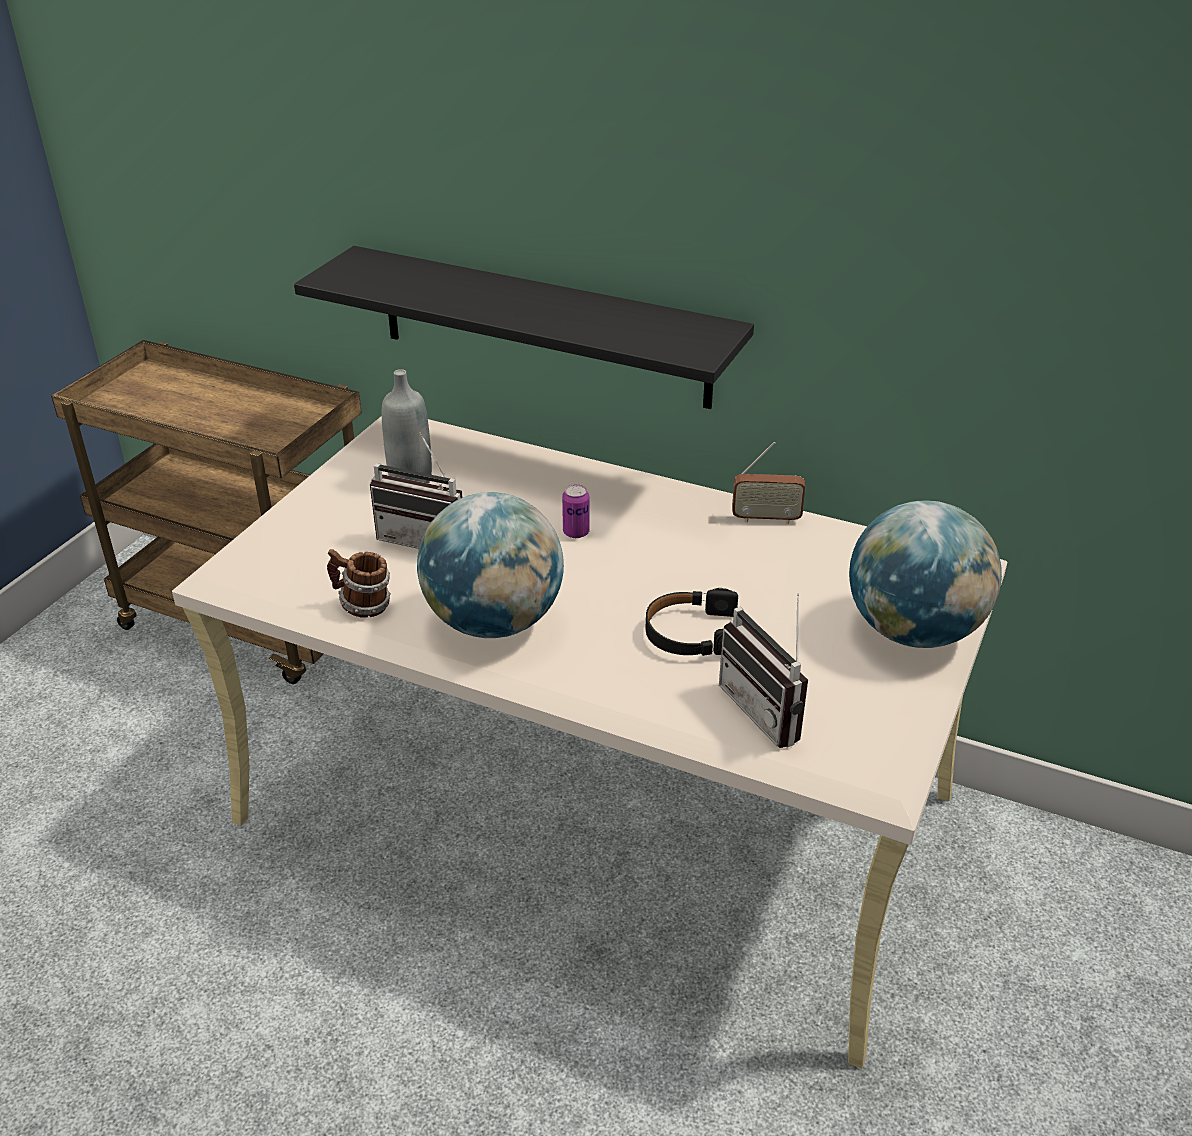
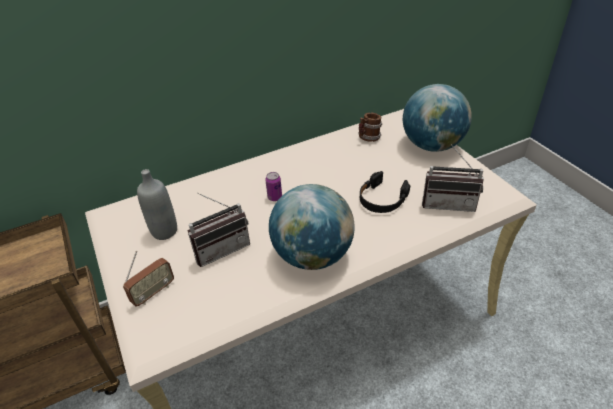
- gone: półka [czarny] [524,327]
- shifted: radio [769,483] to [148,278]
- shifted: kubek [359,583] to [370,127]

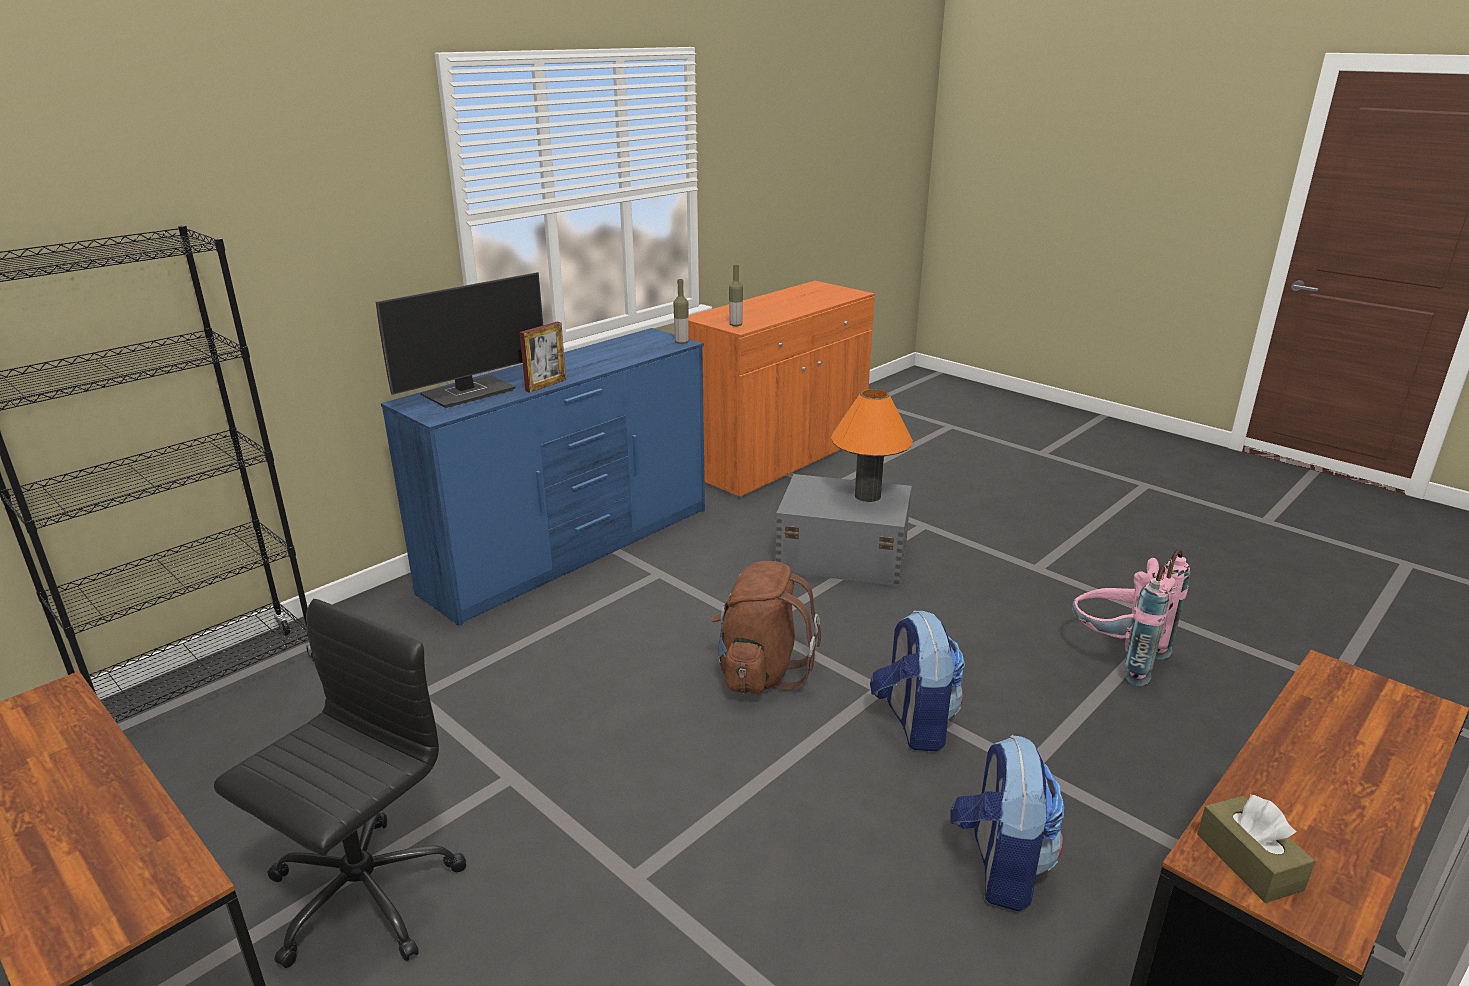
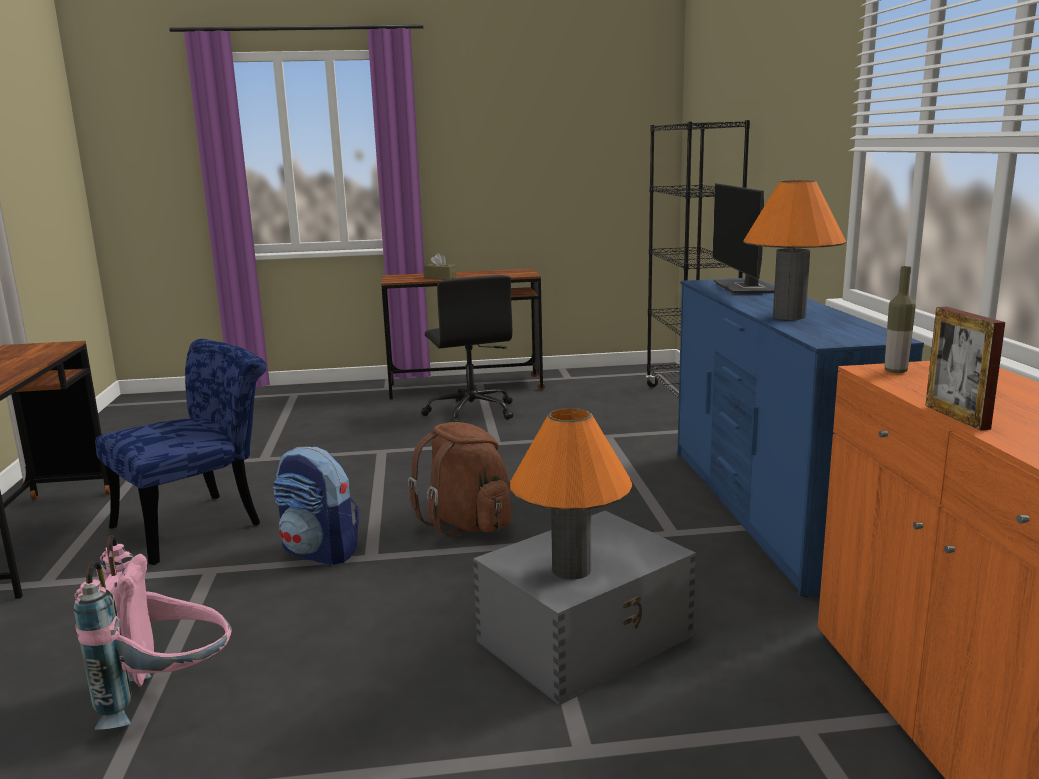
- gone: butelka [681,311]
- shifted: ramka na zdjęcie [542,357] to [965,369]
- swapped: plecak [1007,823] to krzesło [niebieski] [181,452]
- shifted: pudełko chusteczek [brązowy] [1256,848] to [439,266]
- new: lampa stołowa [pomarańczowy] [794,250]

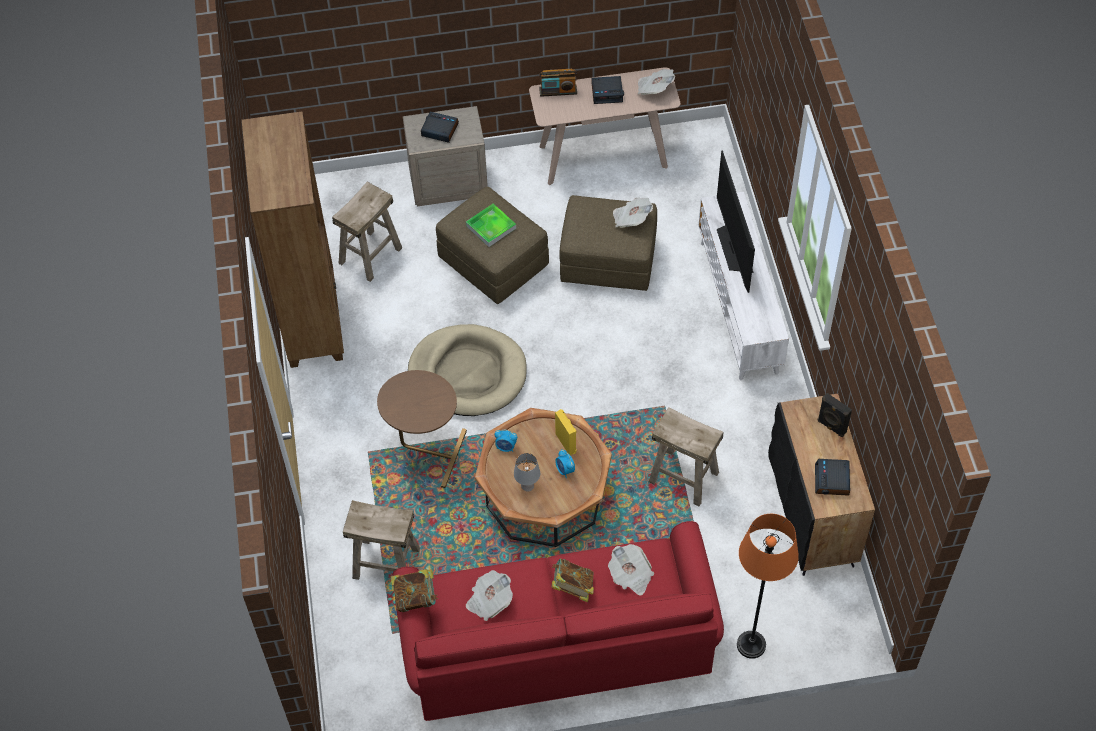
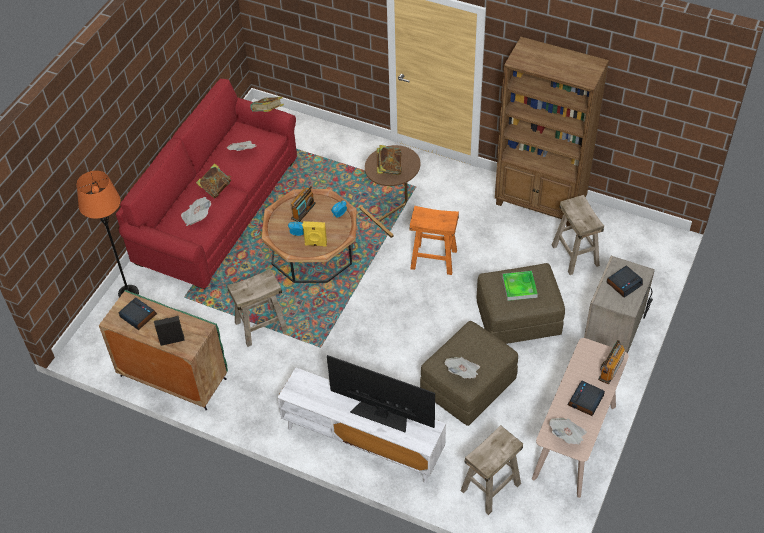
- swapped: legowisko [beżowy] [467,370] to stołek [pomarańczowy] [434,240]
- repainted: szafka [czarny] [821,485] to szafka [zielony] [163,350]
- swapped: lampa stołowa [szary] [527,472] to radio [303,204]
- shifted: stołek [beżowy] [381,540] to [491,470]
- new: książka [389,160]

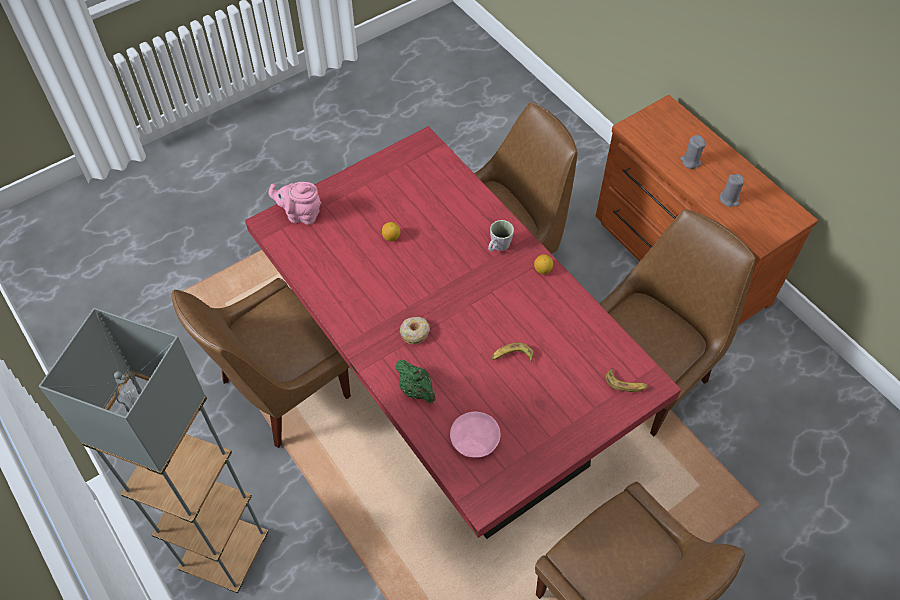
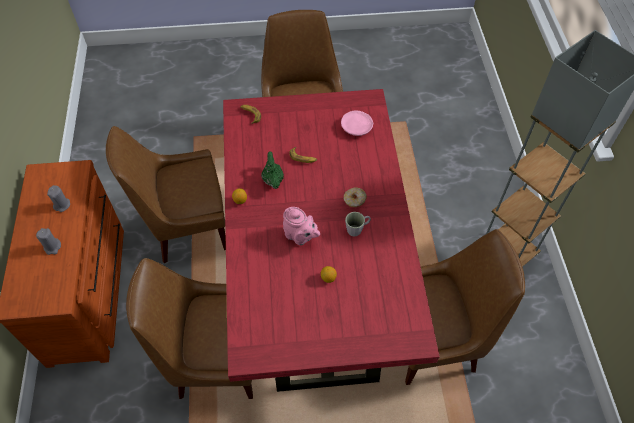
- shifted: imbryk [różowy] [294,203] to [301,226]
- shifted: kubek [szary] [501,236] to [358,224]
- shifted: imbryk [zielony] [415,381] to [272,170]

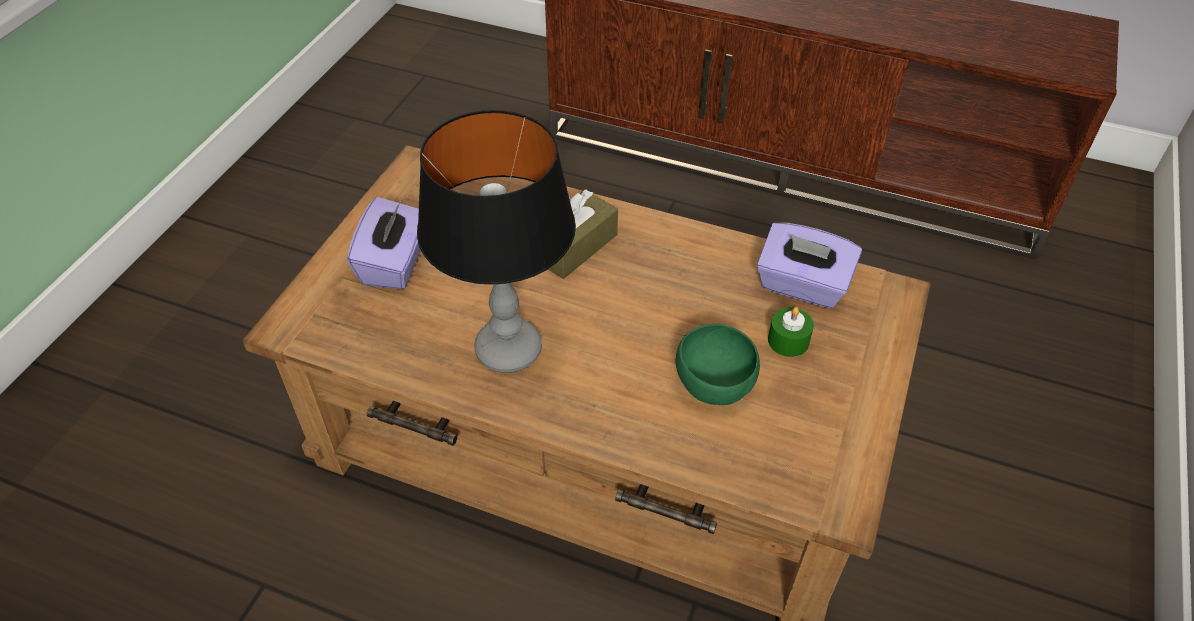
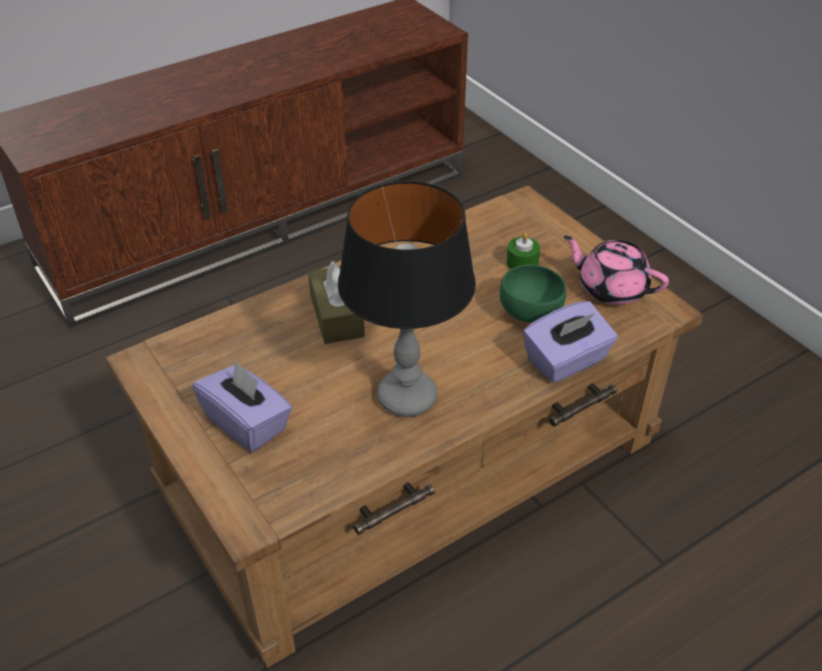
- shifted: pudełko chusteczek [fioletowy] [809,266] to [570,342]
- new: imbryk [różowy] [616,270]

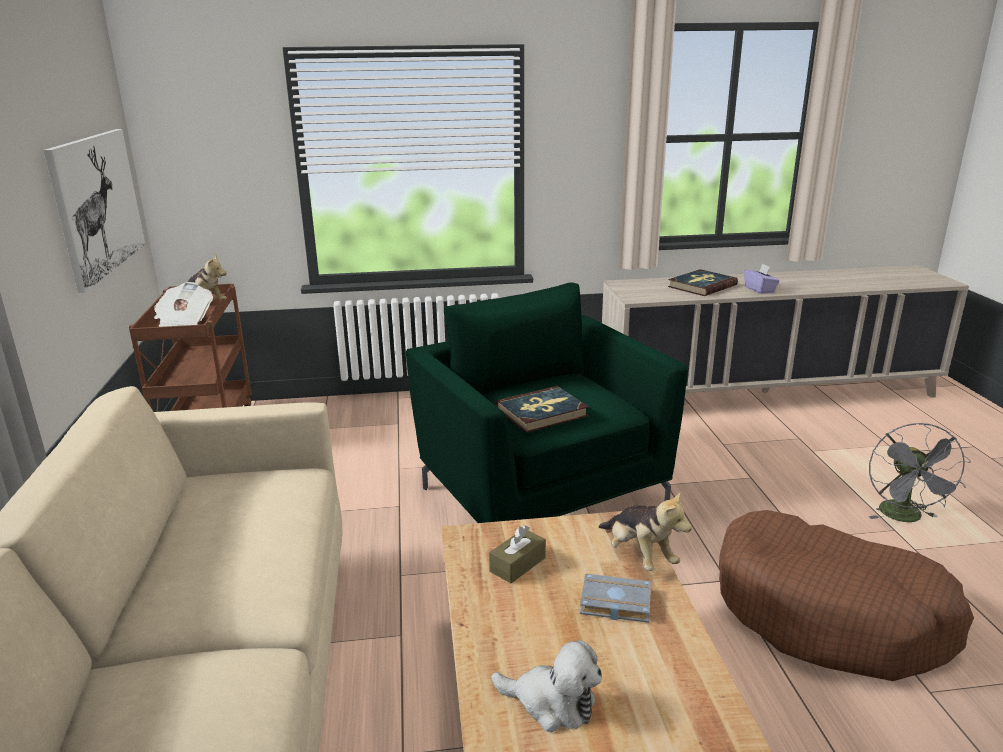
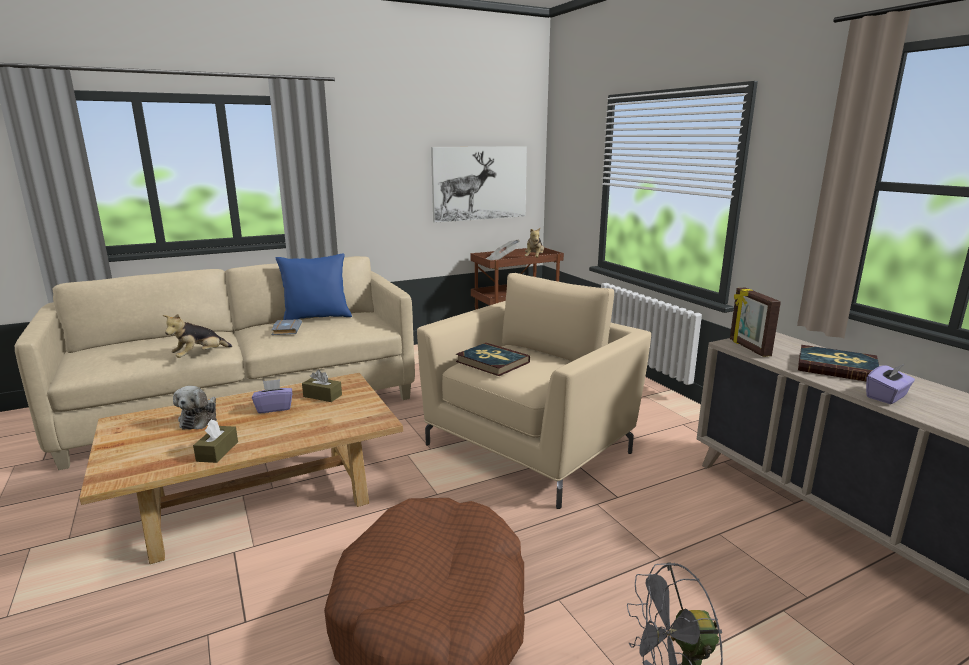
- repainted: fotel [zielony] [547,403] to fotel [beżowy] [534,391]
- shifted: pluszak [645,530] to [197,336]
- shifted: książka [szary] [615,598] to [286,327]
- new: poduszka [niebieski] [314,287]
- new: ramka na zdjęcie [755,322]
- new: pudełko chusteczek [fioletowy] [272,396]
- new: pudełko chusteczek [brązowy] [215,441]

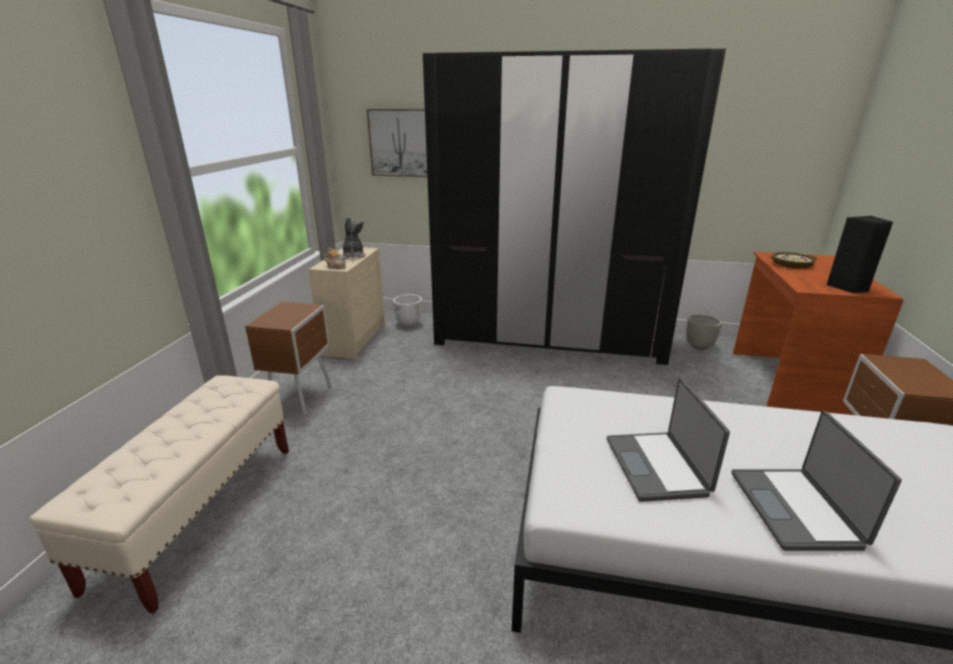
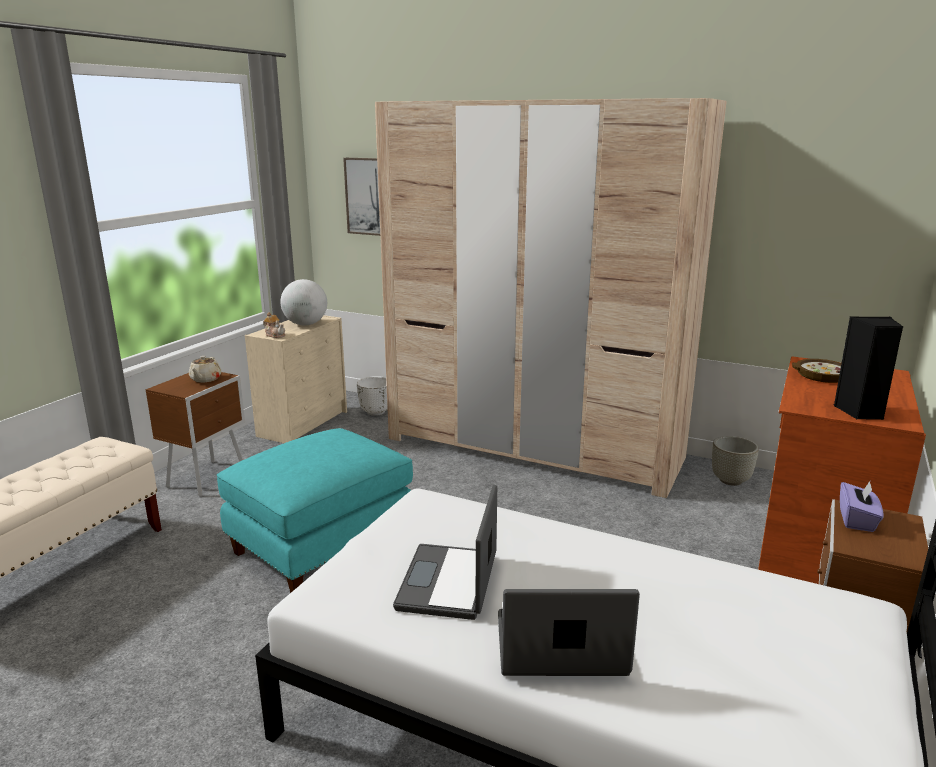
- repainted: szafa [czarny] [574,207] to szafa [beżowy] [551,298]
- swapped: pluszak [353,238] to globus [303,302]
- rotated: laptop [816,481] = [569,632] 75 degrees clockwise
- new: imbryk [beżowy] [205,369]
- new: pufa [turkusowy] [315,510]
- new: pudełko chusteczek [fioletowy] [861,506]

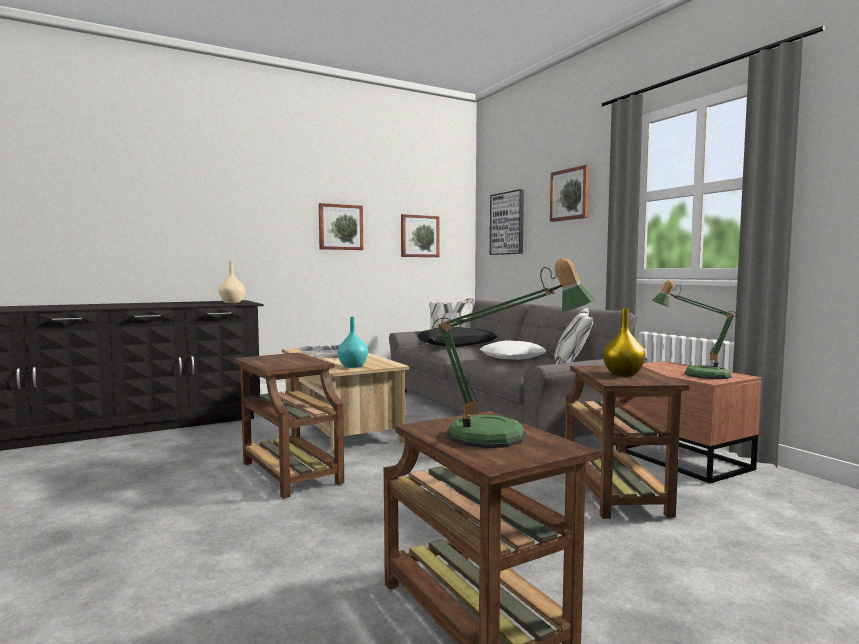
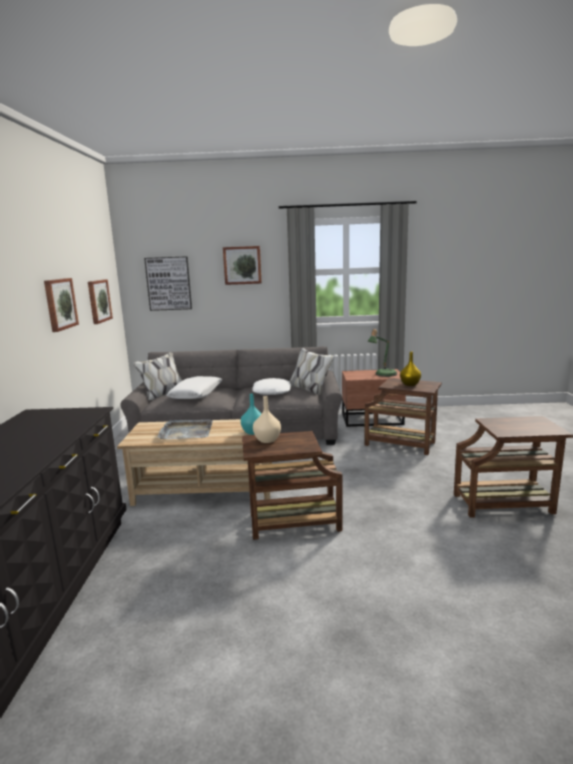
- gone: lampa stołowa [514,353]
- shifted: wazon [beżowy] [232,282] to [267,419]
- repainted: poduszka [czarny] [457,337] to poduszka [biały] [194,387]

